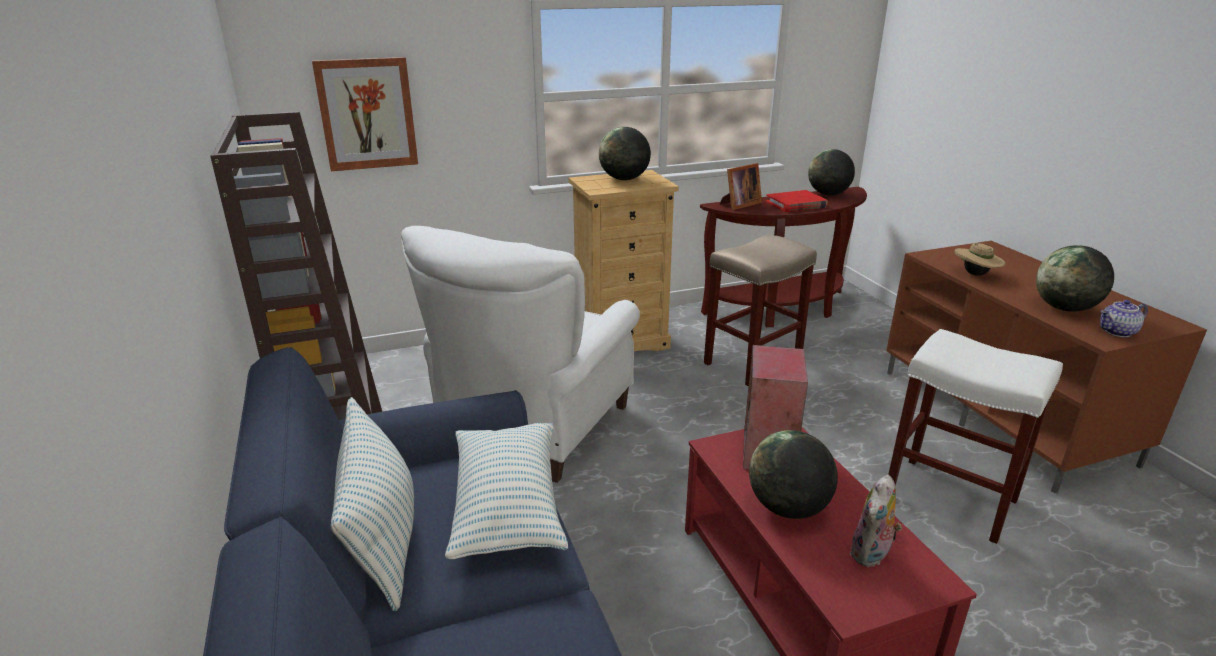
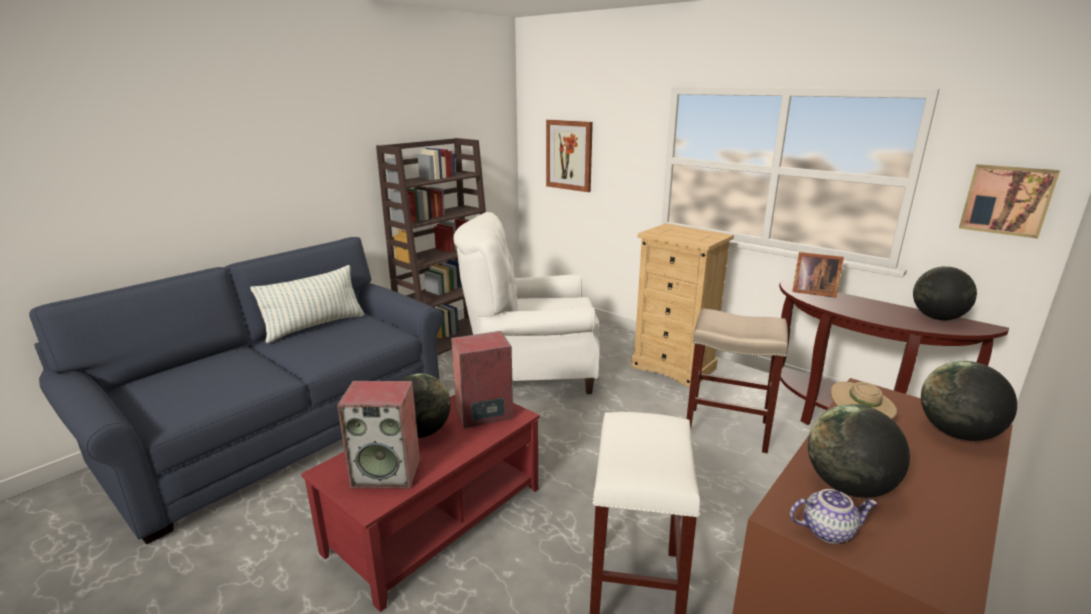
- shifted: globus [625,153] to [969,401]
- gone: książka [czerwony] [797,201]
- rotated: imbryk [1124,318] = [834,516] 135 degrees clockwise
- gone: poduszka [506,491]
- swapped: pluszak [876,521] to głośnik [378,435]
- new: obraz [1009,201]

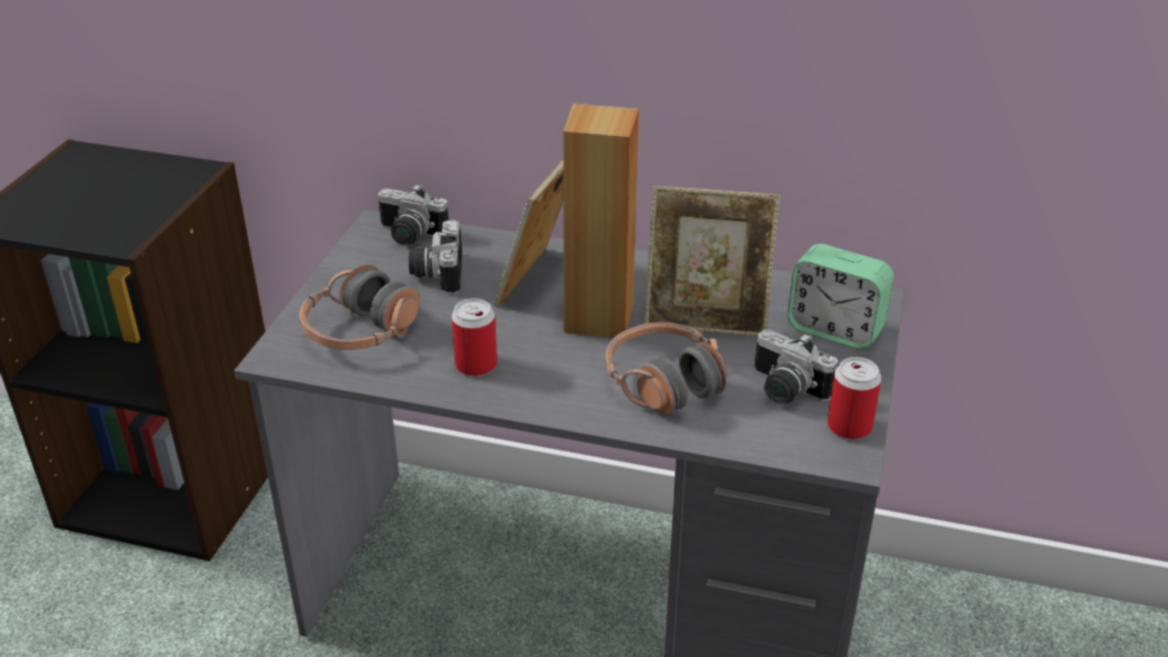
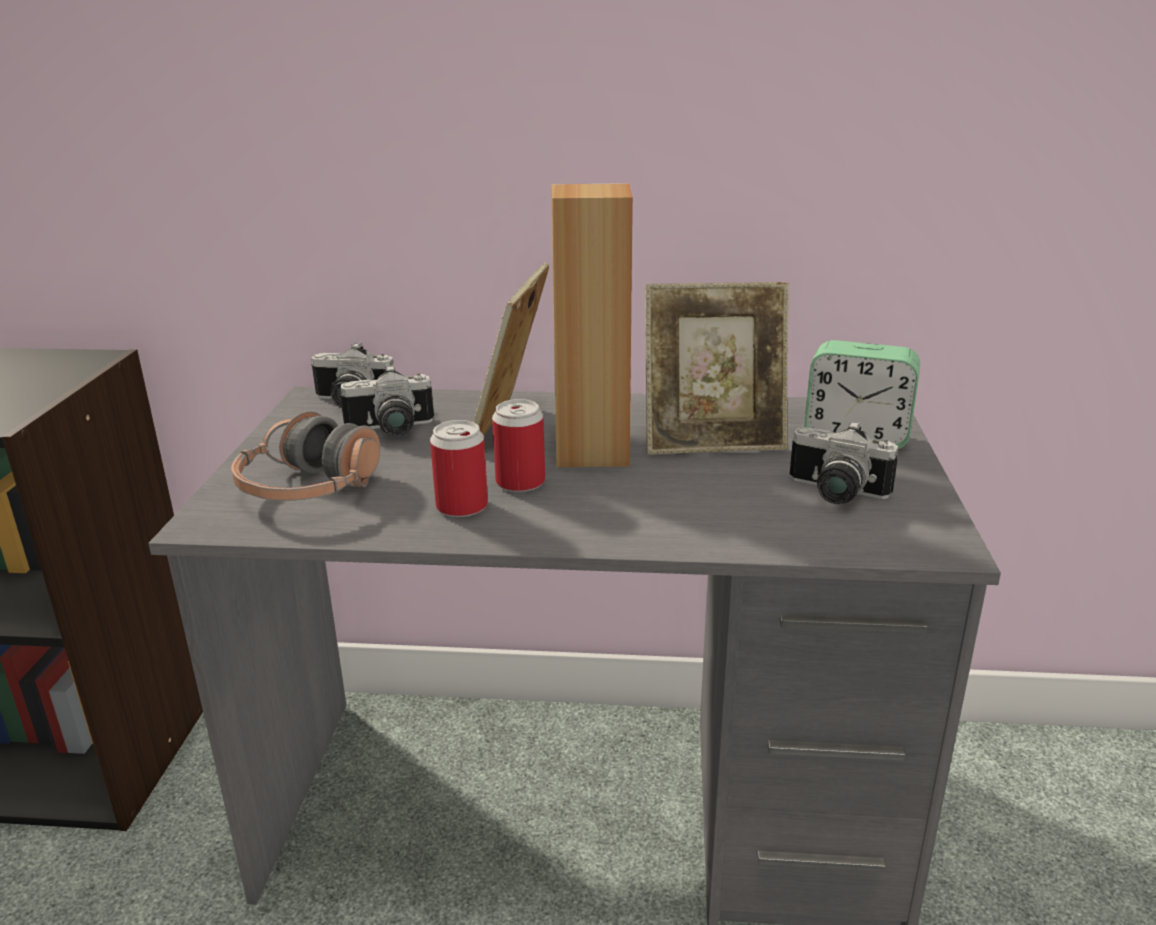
- rotated: aparat fotograficzny [435,257] = [387,400] 90 degrees counterclockwise
- gone: słuchawki [666,369]
- shifted: puszka [854,398] to [518,445]

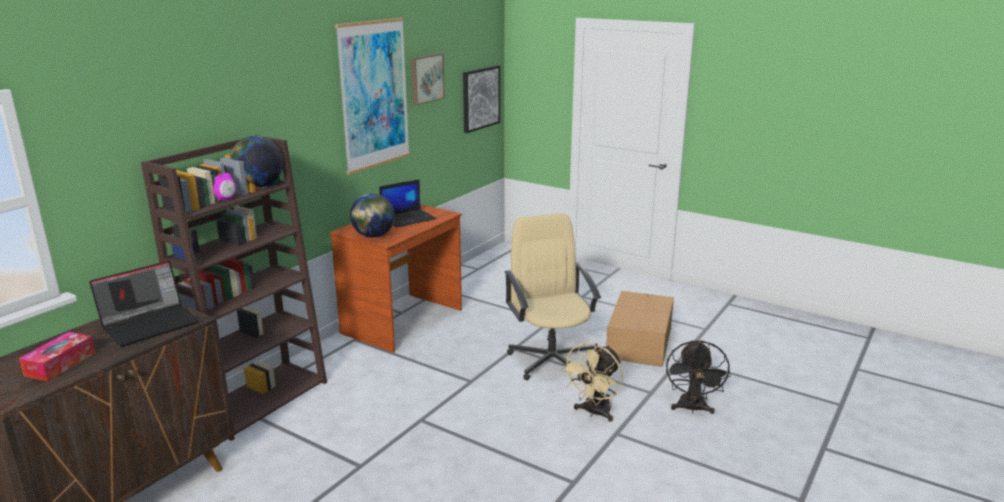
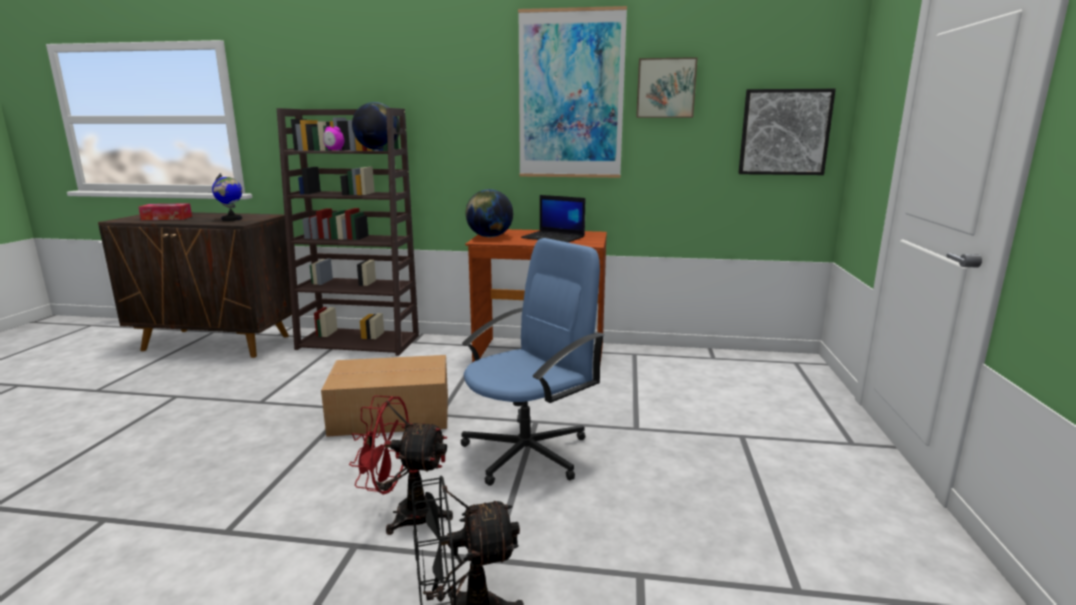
- repainted: krzesło biurowe [beżowy] [553,296] to krzesło biurowe [niebieski] [532,362]
- swapped: laptop [144,304] to globus [227,197]
- shifted: karton [640,329] to [384,396]
- repainted: wentylator [beżowy] [592,382] to wentylator [czerwony] [401,465]

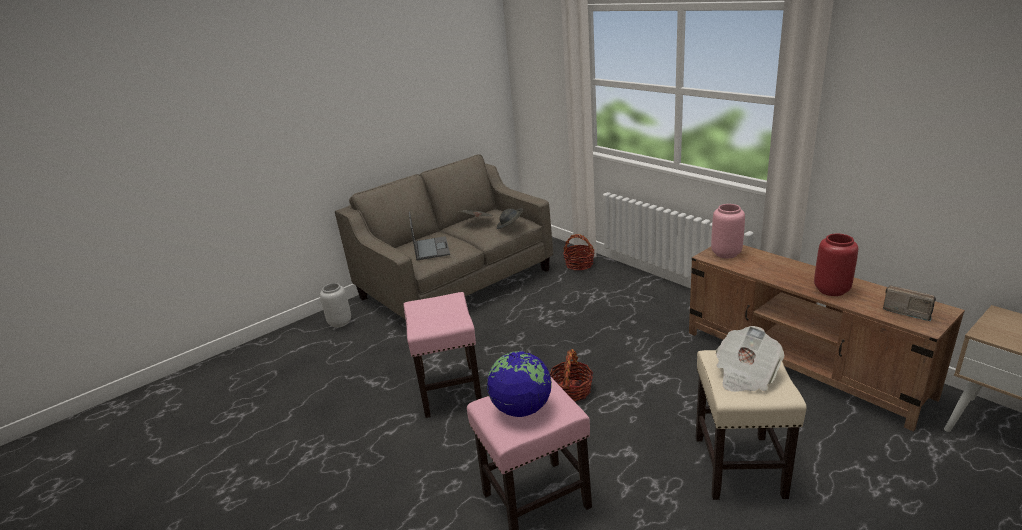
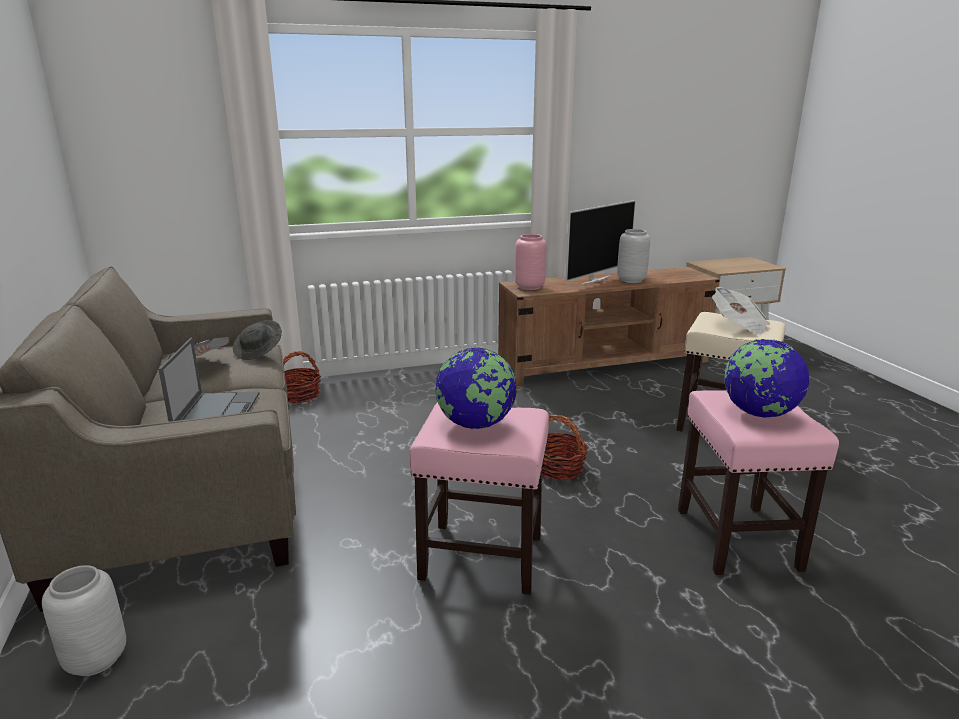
- rotated: laptop [429,236] = [209,380] 75 degrees clockwise
- repainted: wazon [czerwony] [836,265] to wazon [szary] [633,256]
- gone: radio [909,303]
- new: telewizor [601,242]
- new: globus [476,388]

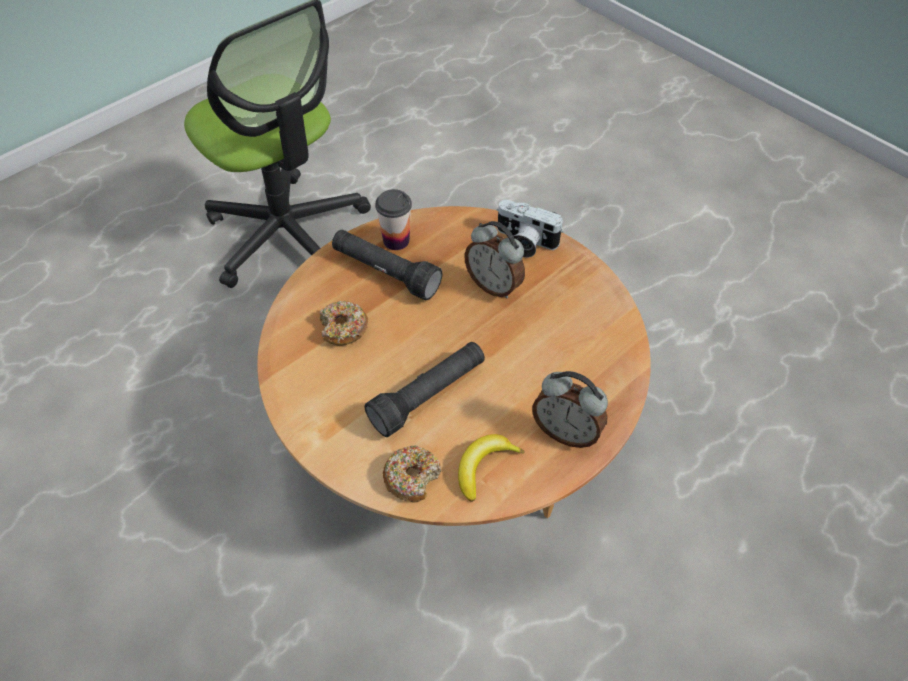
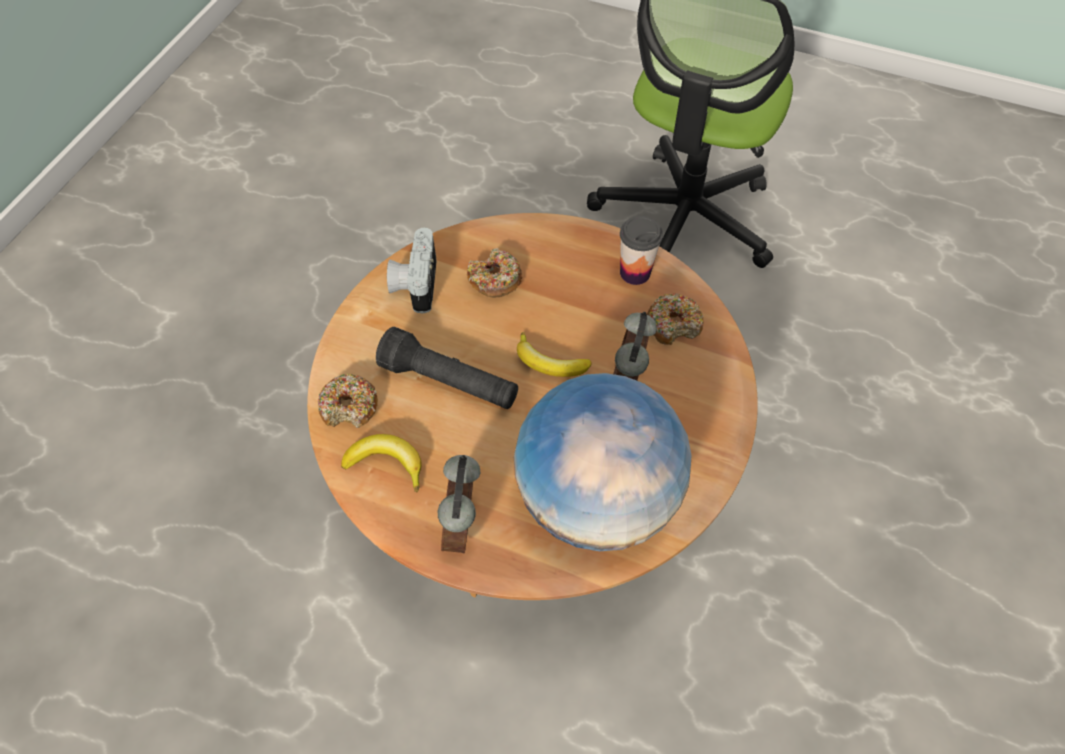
- shifted: aparat fotograficzny [529,228] to [411,271]
- gone: latarka [czarny] [387,265]
- new: donut [675,319]
- new: banan [554,354]
- new: globus [602,462]

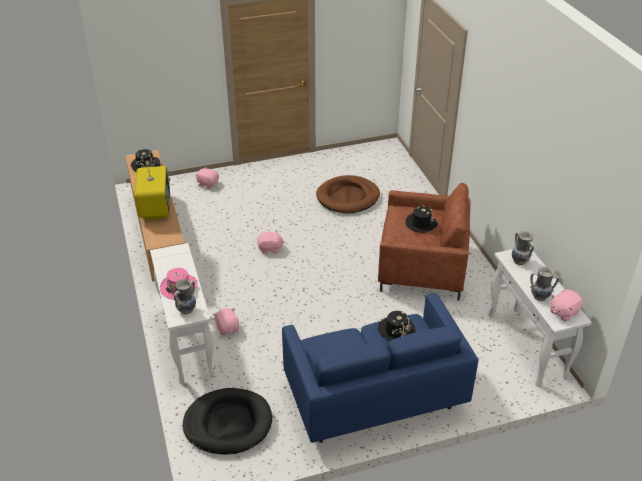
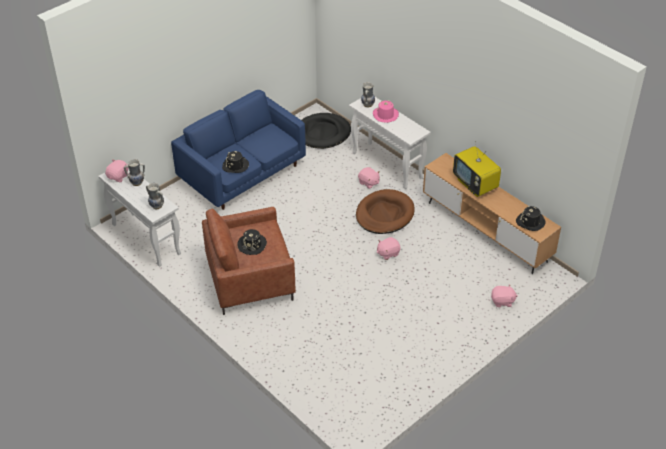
- shifted: legowisko [brązowy] [348,194] to [385,211]

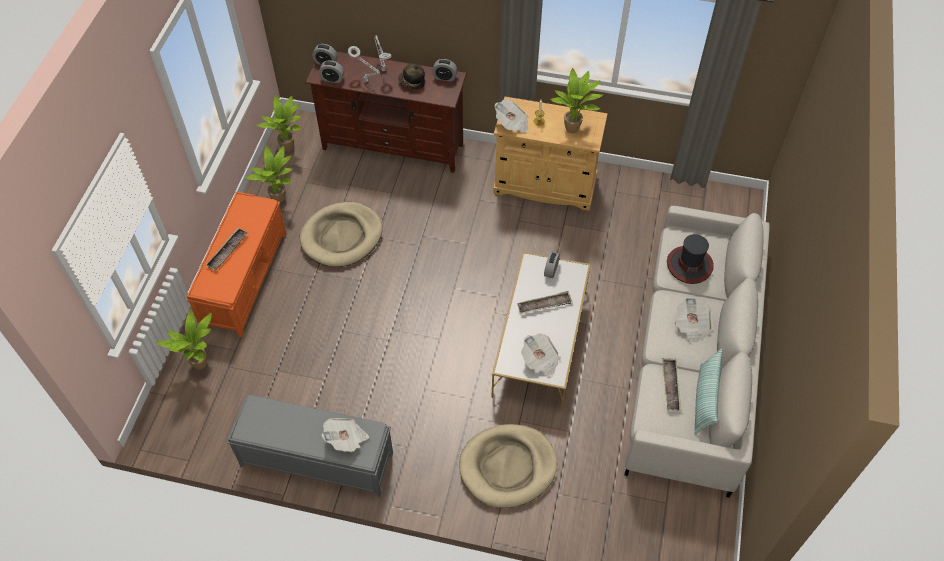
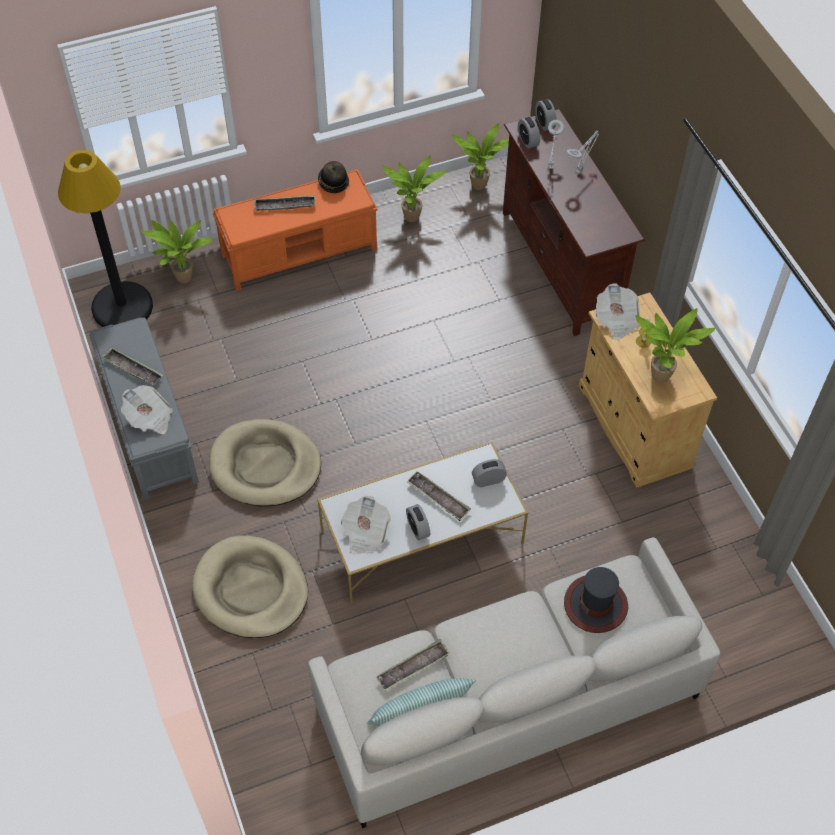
- shifted: budzik [444,70] to [418,522]
- shifted: kapelusz [411,77] to [333,177]
- shifted: legowisko [beżowy] [340,234] to [265,462]
- gone: gazeta [693,320]
- new: lampa stojąca [czarny] [105,238]
- new: taca [132,366]

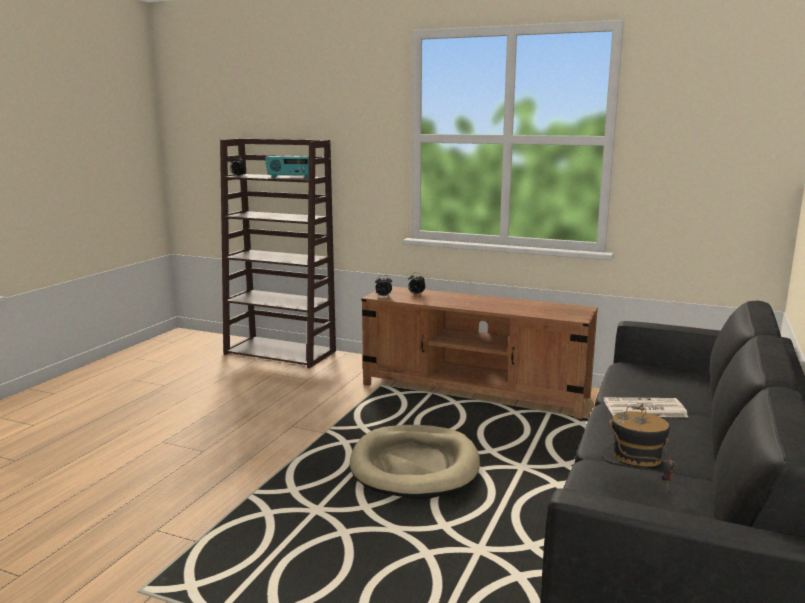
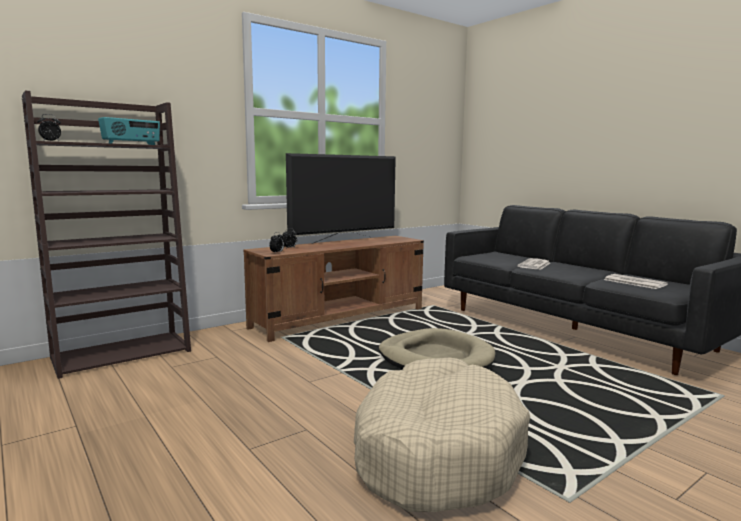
- swapped: kapelusz [639,446] to gazeta [636,281]
- new: telewizor [341,198]
- new: legowisko [beżowy] [442,435]

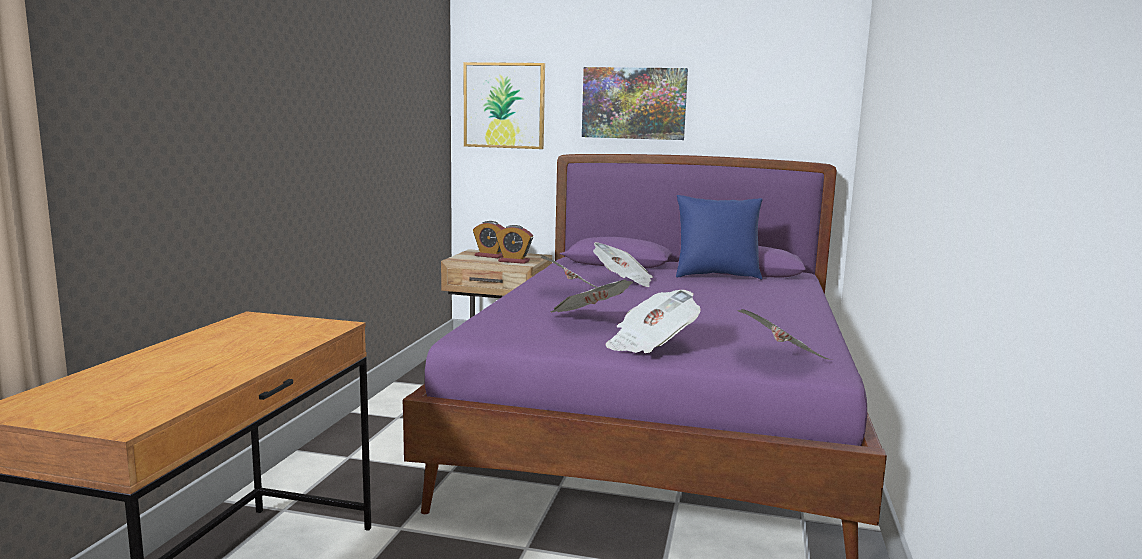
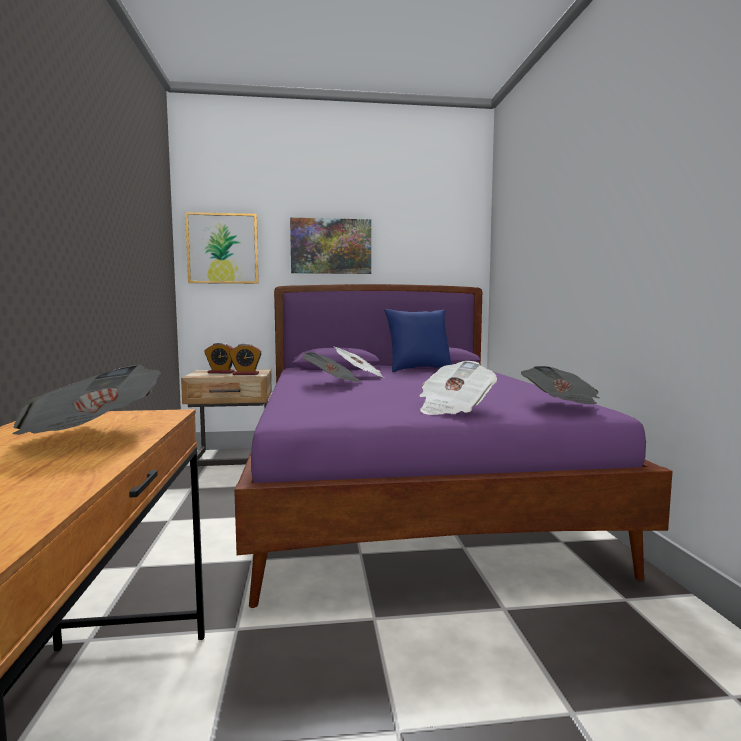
- shifted: gazeta [591,296] to [86,400]

